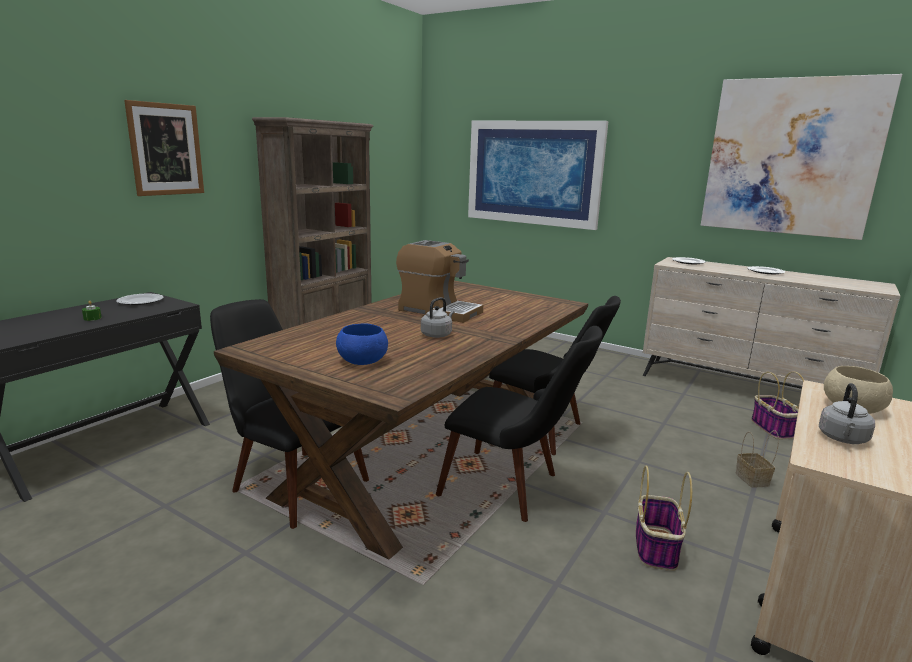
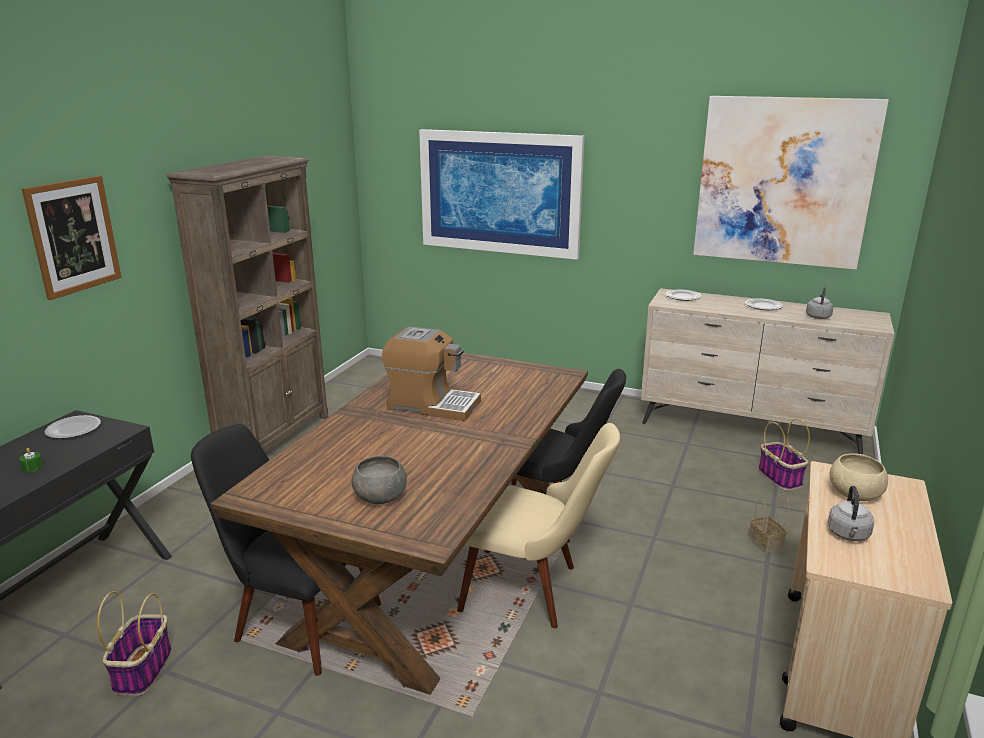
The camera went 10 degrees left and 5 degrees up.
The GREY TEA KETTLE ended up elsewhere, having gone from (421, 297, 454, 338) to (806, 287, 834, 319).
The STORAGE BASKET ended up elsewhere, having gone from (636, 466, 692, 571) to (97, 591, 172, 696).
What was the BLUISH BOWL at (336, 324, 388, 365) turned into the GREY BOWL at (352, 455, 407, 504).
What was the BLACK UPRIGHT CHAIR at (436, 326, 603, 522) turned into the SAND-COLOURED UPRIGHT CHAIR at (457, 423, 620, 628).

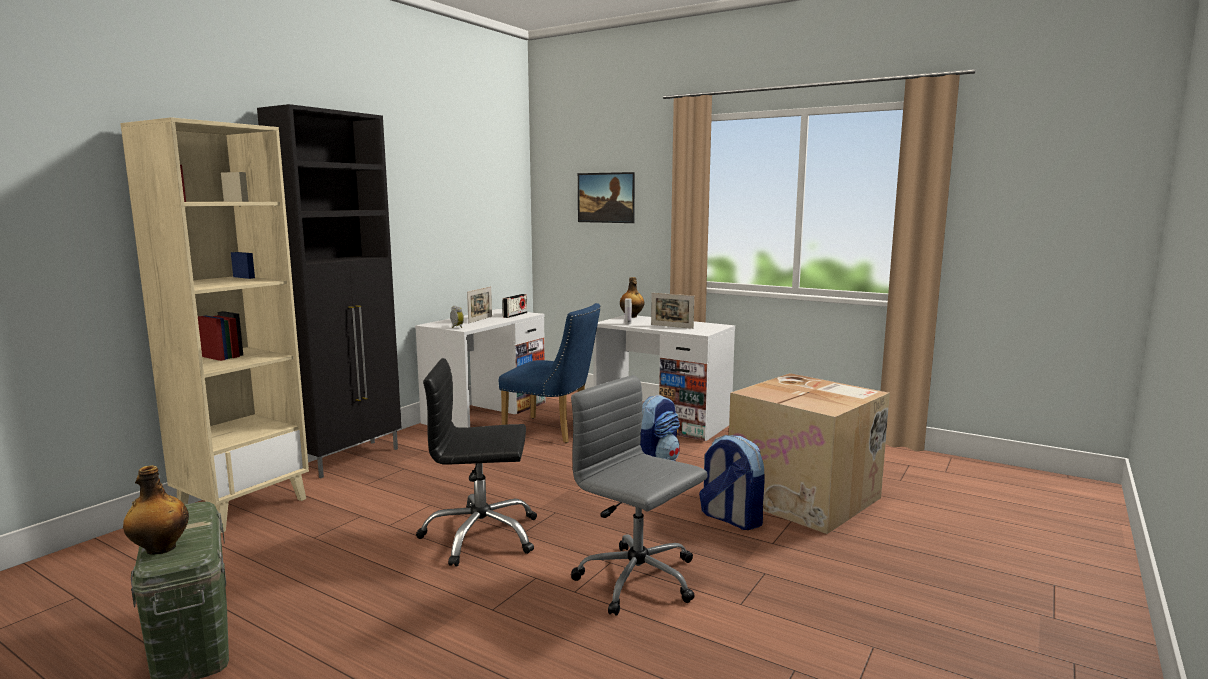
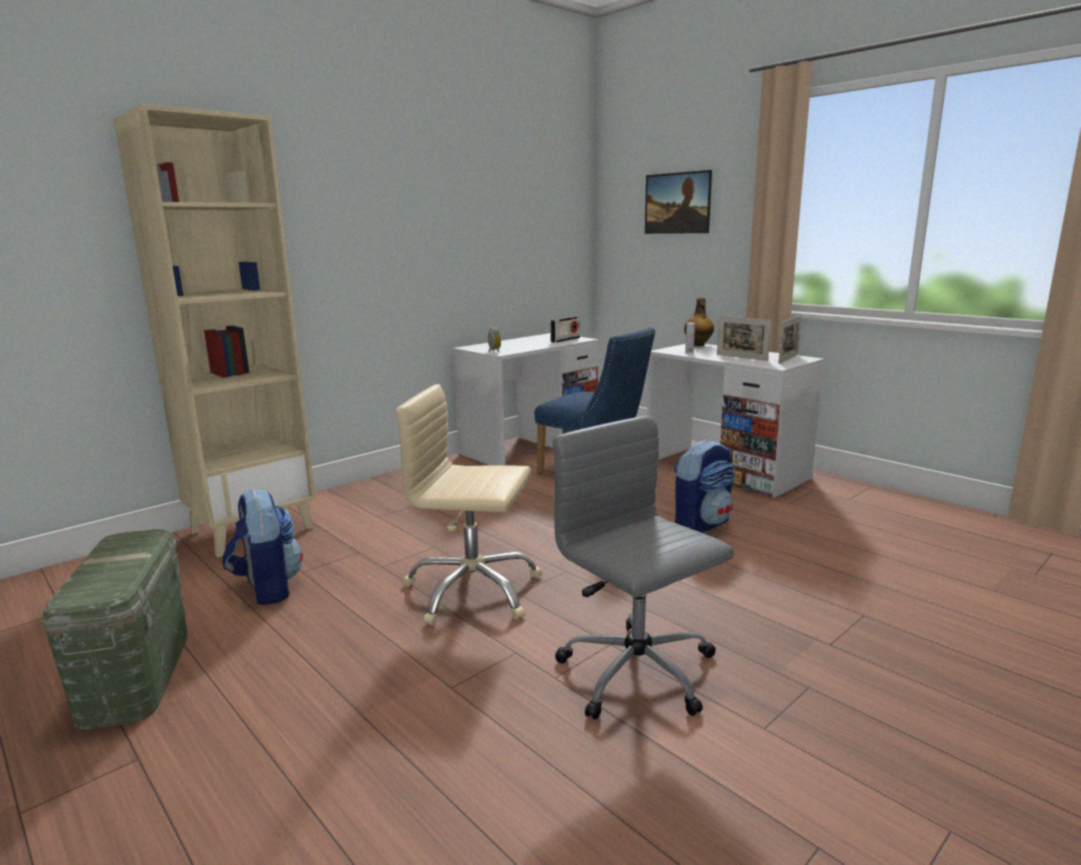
The camera went 15 degrees right and 5 degrees up.
The second view lost the BEVERAGE BOTTLE at (123, 465, 189, 555).
The second view lost the BLACK CABINET at (257, 104, 401, 478).
The second view lost the PACKING BOX at (729, 373, 890, 534).
The PHOTO FRAME ended up elsewhere, having gone from (467, 287, 492, 323) to (778, 316, 801, 364).
The BACKPACK ended up elsewhere, having gone from (699, 435, 765, 530) to (222, 489, 303, 605).
What was the BLACK DESK CHAIR at (416, 358, 537, 567) turned into the SAND-COLOURED DESK CHAIR at (395, 384, 542, 626).

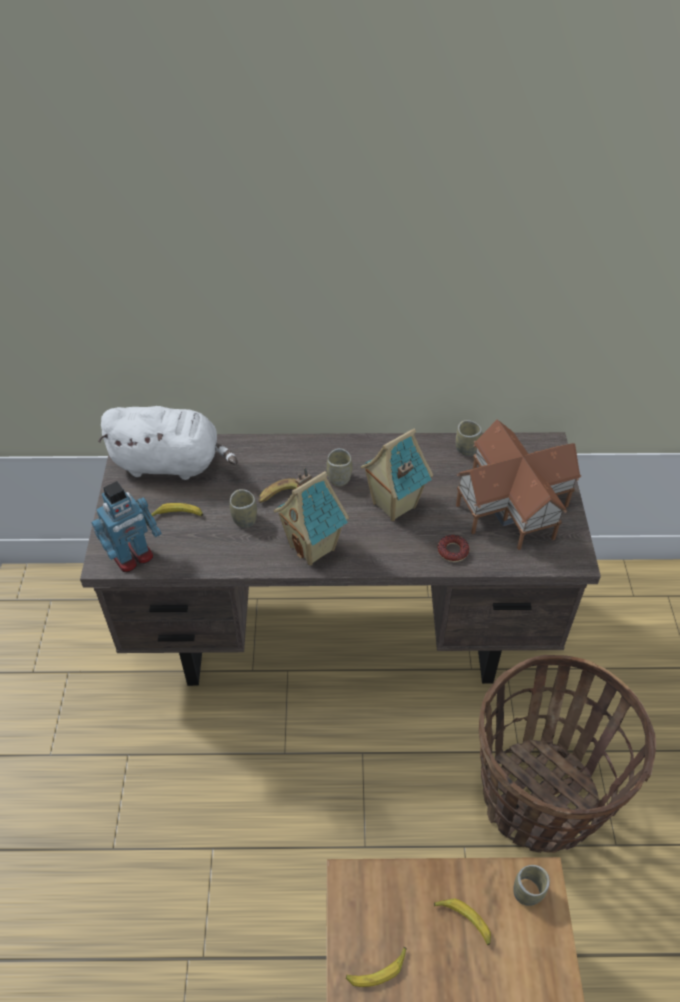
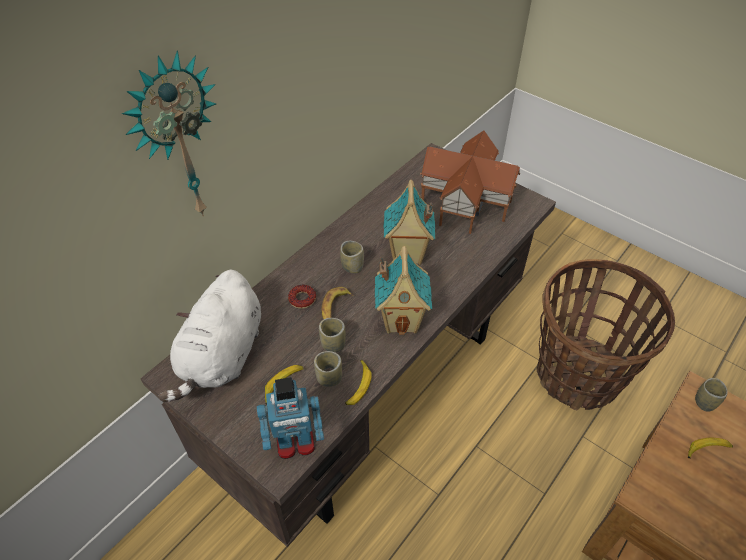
The camera went 50 degrees left and 0 degrees up.
The second view gained the CLOCK ON THE WALL at (122, 50, 216, 216).
The WHOLE BANANA ended up elsewhere, having gone from (346, 947, 406, 987) to (345, 360, 371, 405).
The RING DOUGHNUT ended up elsewhere, having gone from (438, 535, 469, 562) to (288, 285, 316, 309).
The SMALL CUP ended up elsewhere, having gone from (456, 420, 482, 456) to (314, 351, 342, 387).
The ROBOT FIGURE at (91, 481, 162, 572) ended up facing another way, 75 degrees clockwise from before.
The WHITE-COLOURED SOFT TOY at (98, 406, 238, 480) ended up facing another way, 150 degrees clockwise from before.

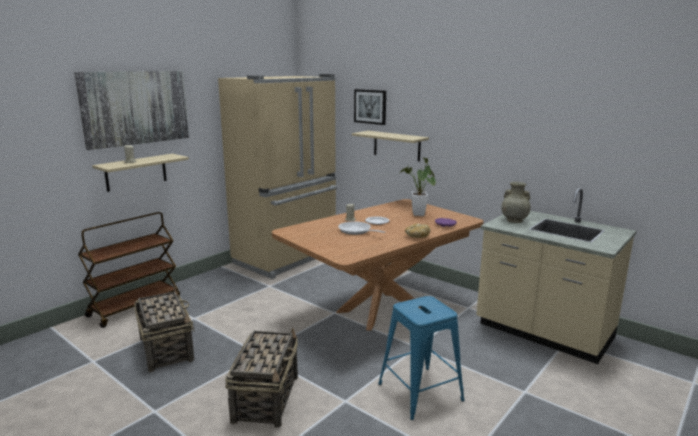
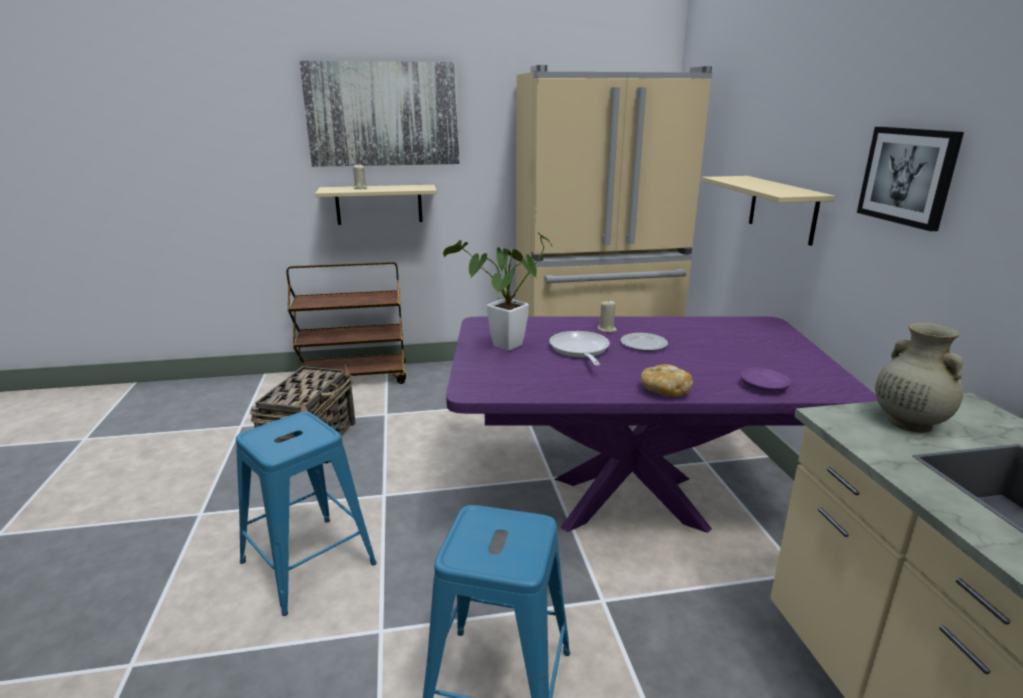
The camera went 40 degrees right and 5 degrees up.
The WALL PICTURE ended up elsewhere, having gone from (354, 89, 386, 125) to (857, 127, 964, 231).
The PLANT IN A POT ended up elsewhere, having gone from (400, 157, 436, 216) to (443, 233, 552, 351).
Where the STORAGE BASKET stood at (225, 328, 298, 428), the BLUISH STOOL SEAT came to stand at (236, 412, 377, 616).
What was the BROWN-COLOURED KITCHEN TABLE at (272, 199, 484, 330) turned into the PURPLISH KITCHEN TABLE at (446, 317, 877, 533).

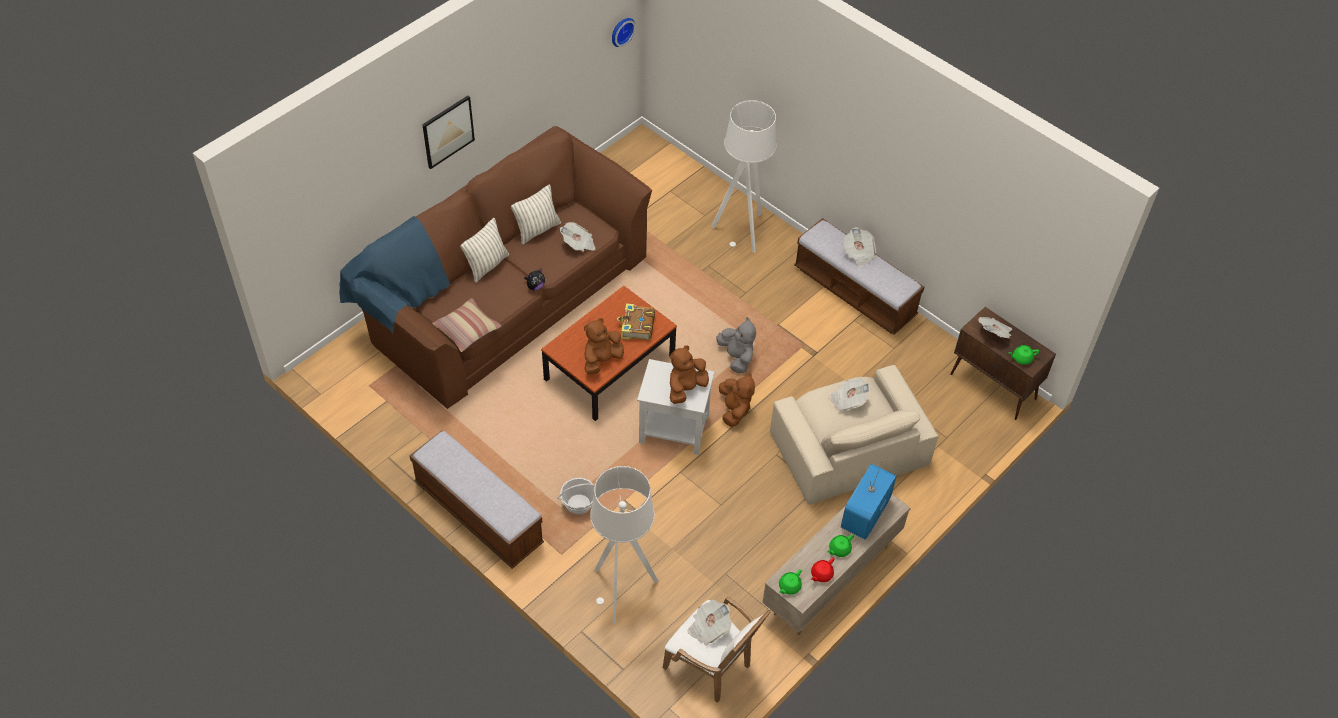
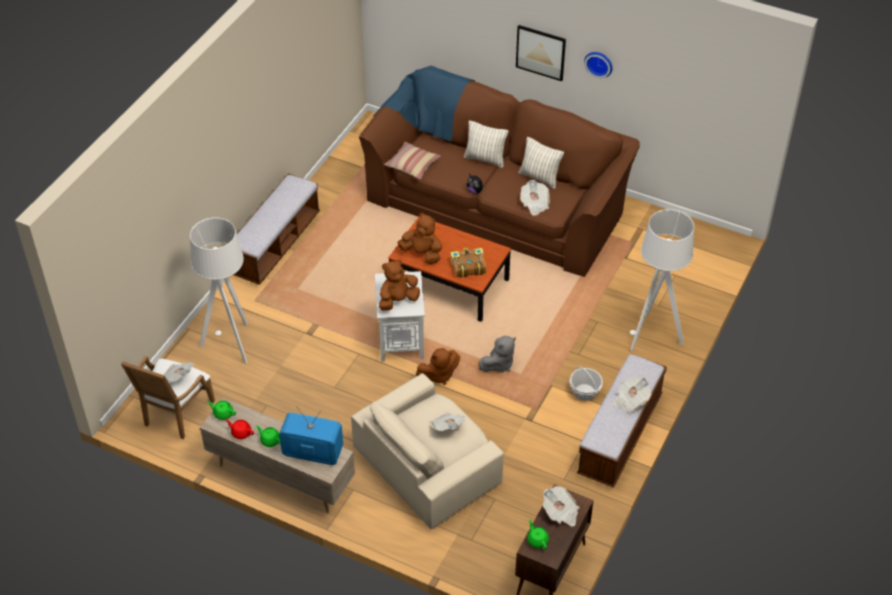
The camera went 75 degrees right and 5 degrees down.
The STORAGE BASKET ended up elsewhere, having gone from (558, 478, 595, 514) to (569, 366, 603, 401).
The CLOCK ON THE WALL ended up elsewhere, having gone from (612, 18, 636, 47) to (584, 52, 613, 78).
The BROWN-COLOURED SOFT TOY at (670, 345, 709, 404) ended up facing another way, 60 degrees counterclockwise from before.

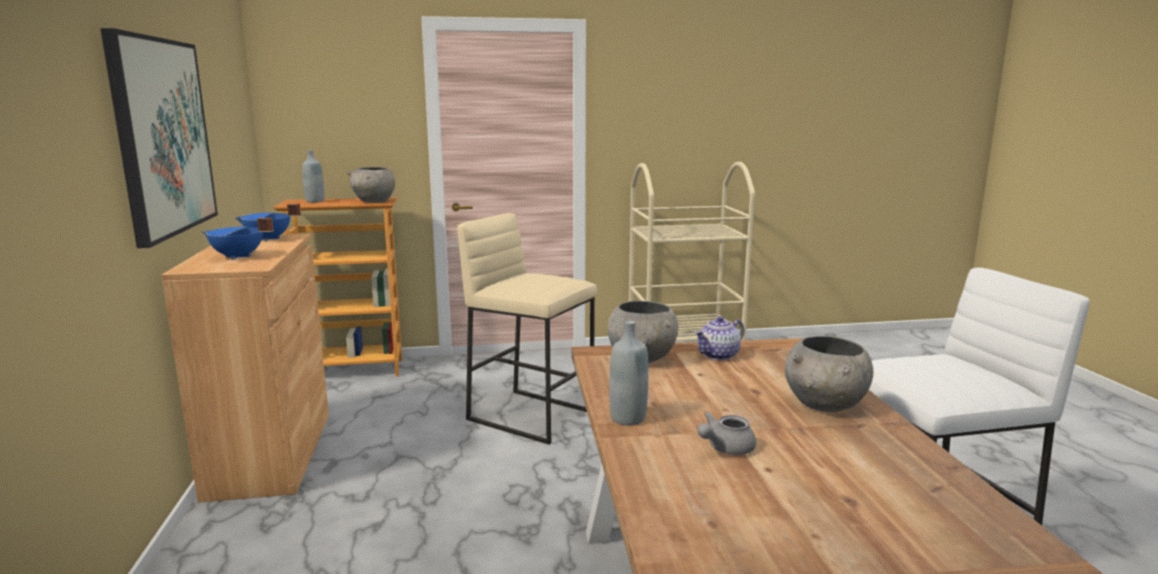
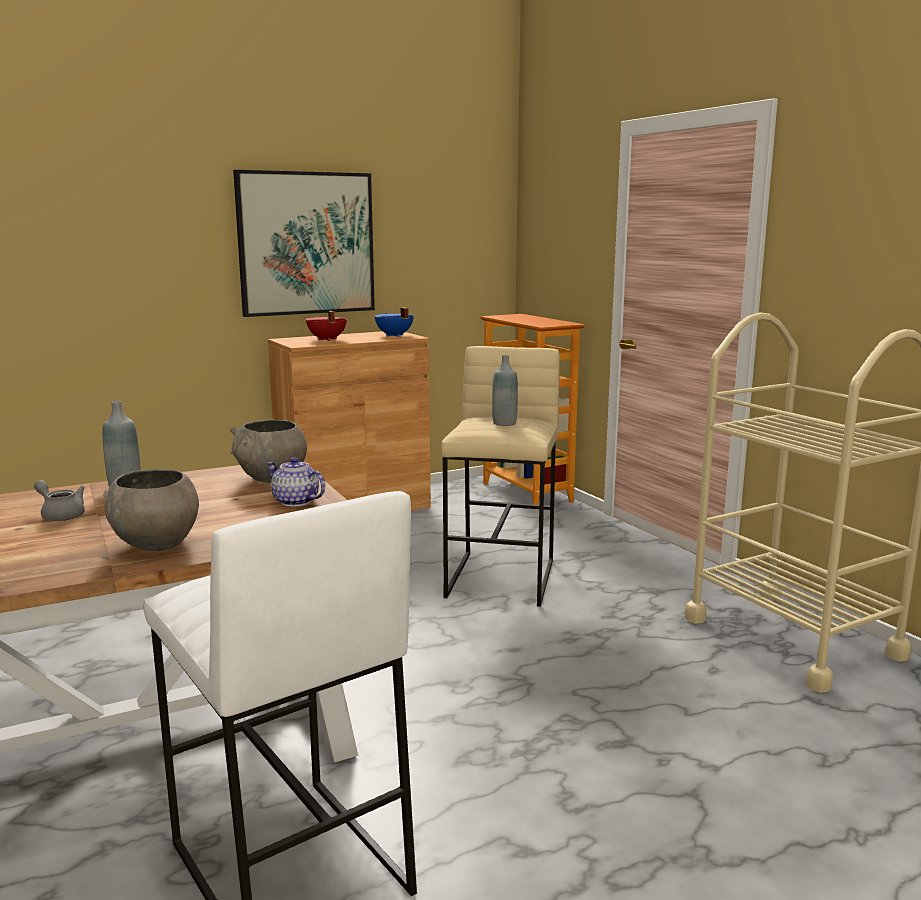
The camera went 70 degrees right and 0 degrees up.
The second view lost the GREY BOWL at (347, 167, 395, 203).
The GREY BEVERAGE BOTTLE ended up elsewhere, having gone from (302, 150, 324, 203) to (492, 355, 518, 426).
What was the BLUISH STOCKPOT at (201, 218, 274, 260) turned into the RED STOCKPOT at (306, 311, 347, 341).

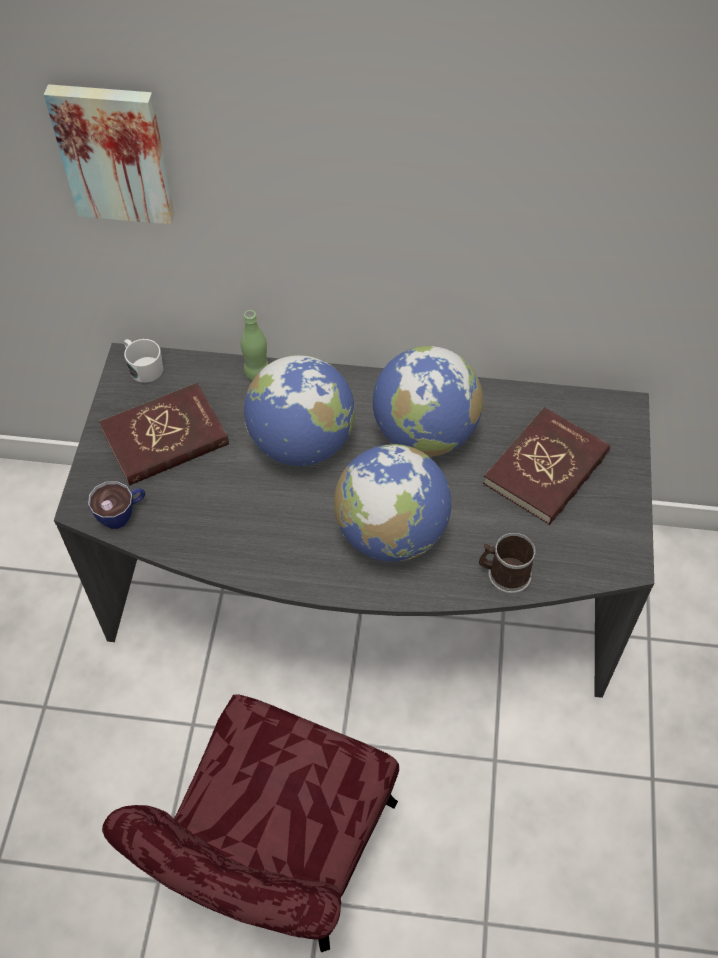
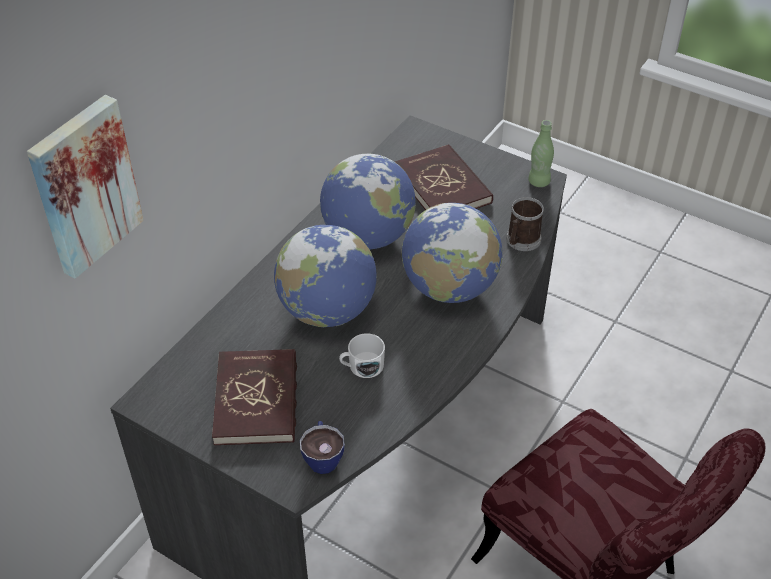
The camera went 65 degrees left and 10 degrees down.
The WHITE-COLOURED COFFEE MUG ended up elsewhere, having gone from (124, 339, 163, 383) to (339, 333, 385, 378).
The GREENISH BEVERAGE BOTTLE ended up elsewhere, having gone from (241, 310, 269, 380) to (528, 120, 554, 187).

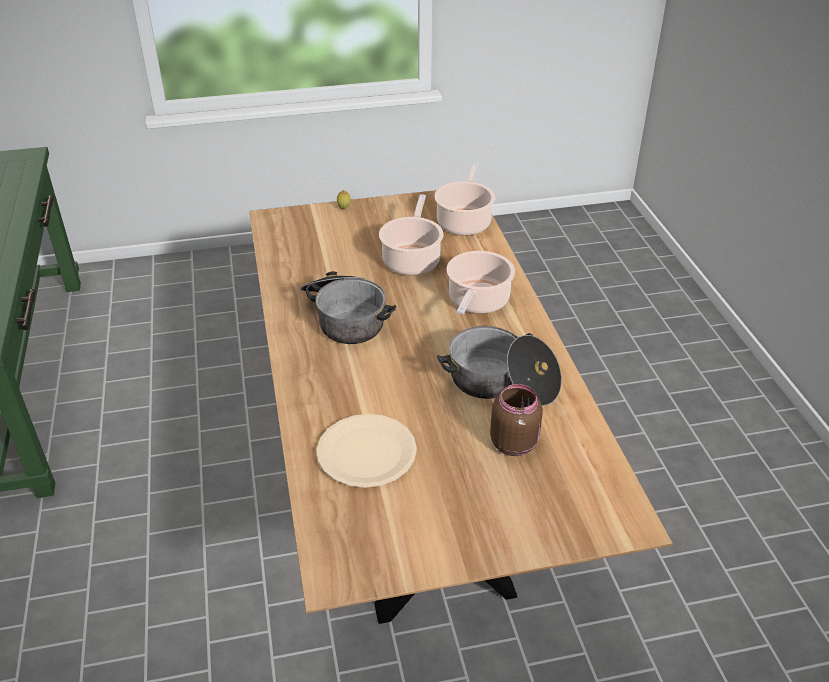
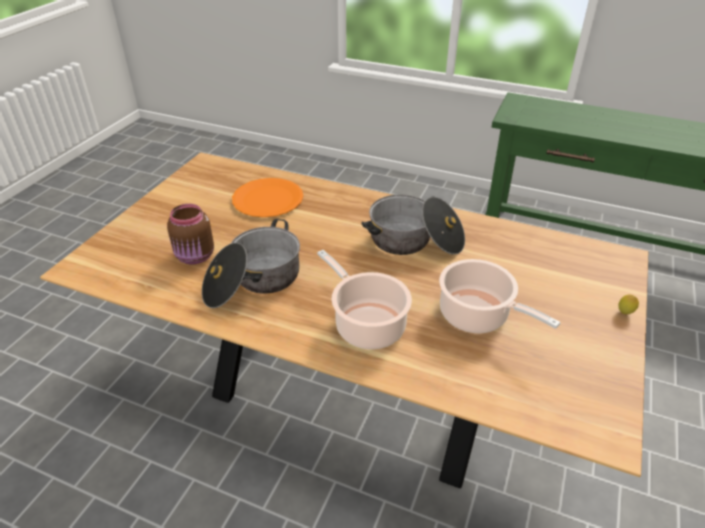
The camera went 125 degrees right and 0 degrees up.
The second view lost the STOCKPOT at (434, 162, 495, 236).
What was the SAND-COLOURED DINNER PLATE at (317, 414, 417, 488) turned into the ORANGEY DINNER PLATE at (232, 178, 303, 217).

